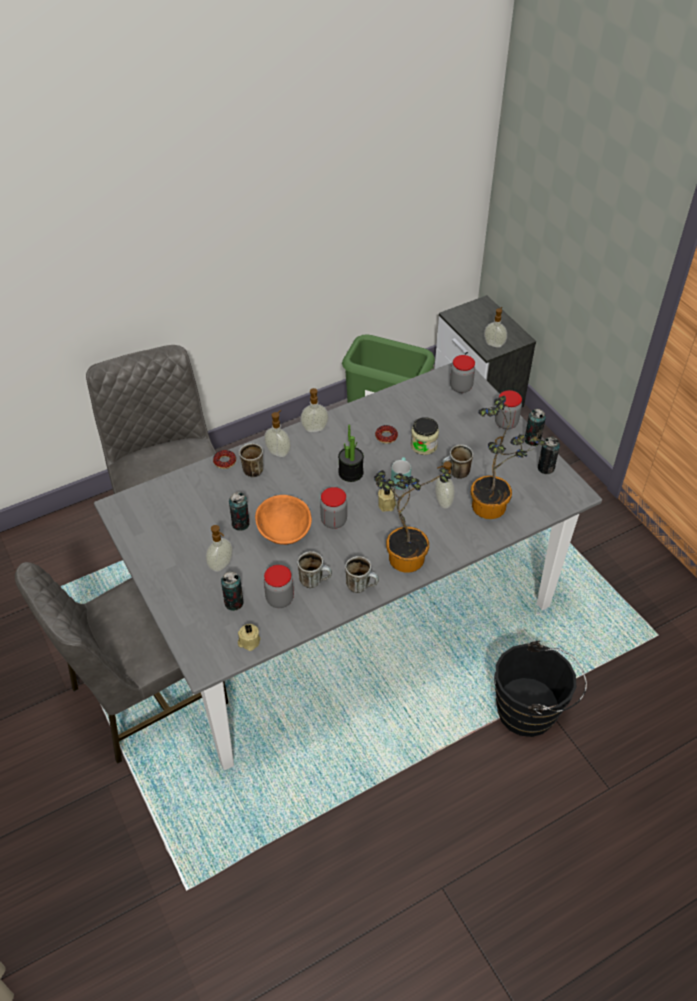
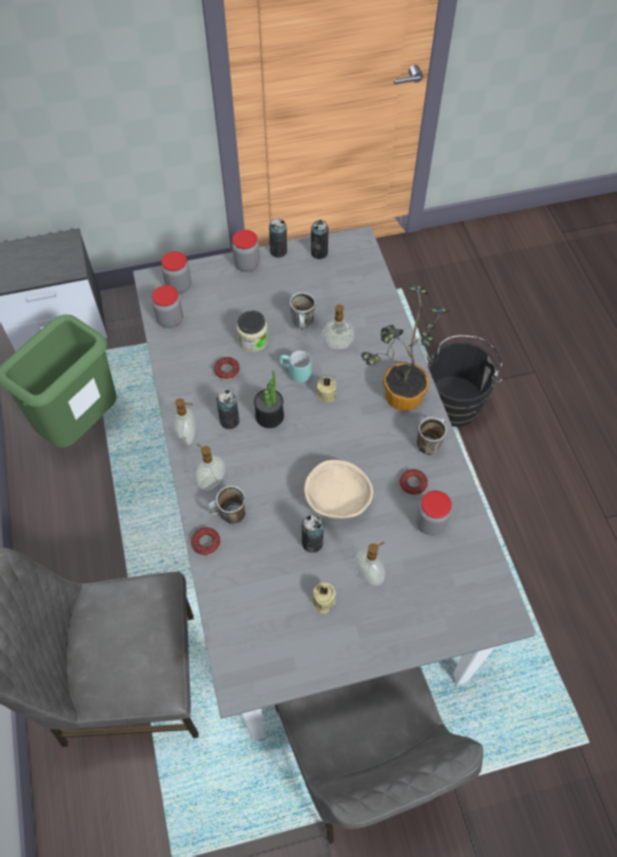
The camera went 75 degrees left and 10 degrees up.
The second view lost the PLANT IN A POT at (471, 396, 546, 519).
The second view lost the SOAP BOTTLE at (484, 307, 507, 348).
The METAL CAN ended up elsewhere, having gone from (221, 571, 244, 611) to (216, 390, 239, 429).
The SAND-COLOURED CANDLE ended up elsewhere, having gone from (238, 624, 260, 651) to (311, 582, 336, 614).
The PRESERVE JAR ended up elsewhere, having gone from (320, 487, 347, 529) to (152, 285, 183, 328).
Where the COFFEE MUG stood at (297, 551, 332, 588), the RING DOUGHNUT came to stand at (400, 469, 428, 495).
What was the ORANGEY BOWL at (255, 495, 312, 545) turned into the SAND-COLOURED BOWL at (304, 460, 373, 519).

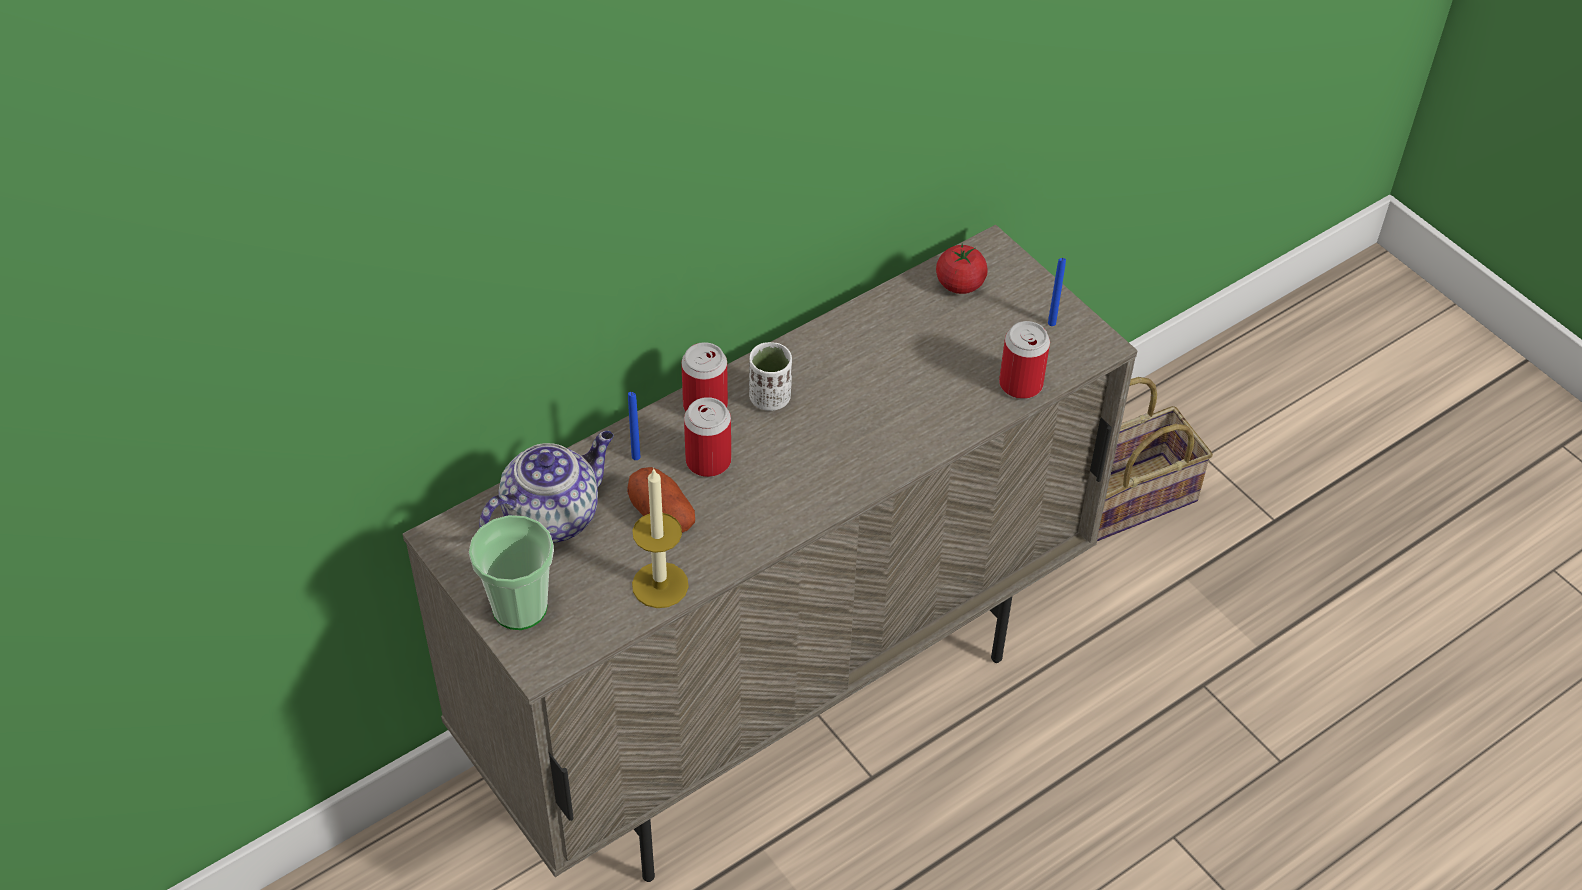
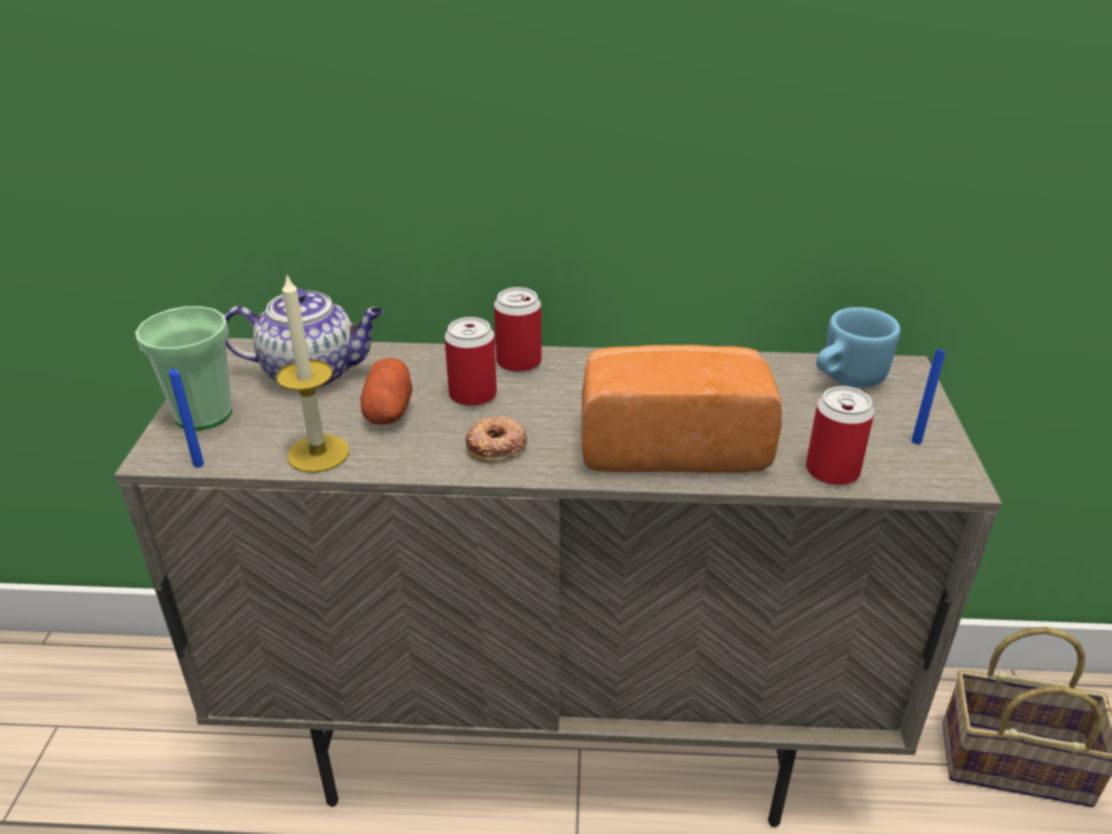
The camera went 40 degrees right and 15 degrees down.
The second view lost the WHITE-COLOURED SMALL CUP at (749, 342, 792, 411).
The second view gained the RING DOUGHNUT at (465, 416, 527, 463).
The second view gained the BAKERY BREAD at (581, 345, 782, 473).
The BLUISH CANDLE ended up elsewhere, having gone from (628, 392, 640, 460) to (169, 369, 204, 468).
Where the WHOLE TOMATO stood at (936, 243, 988, 294), the BLUISH COFFEE MUG came to stand at (816, 307, 900, 388).

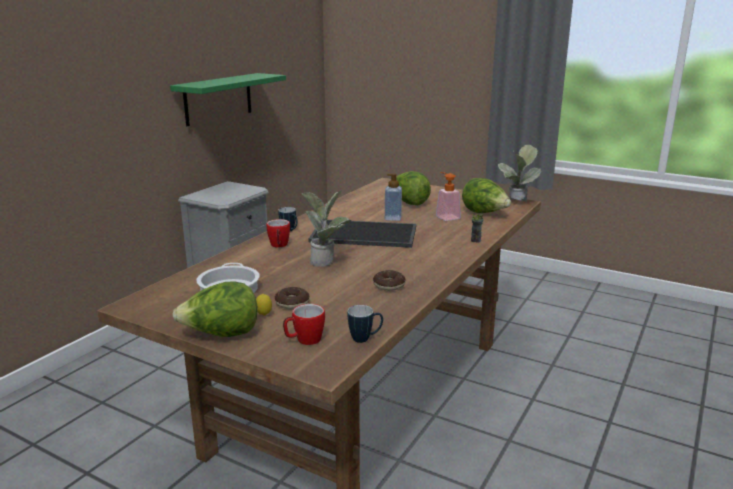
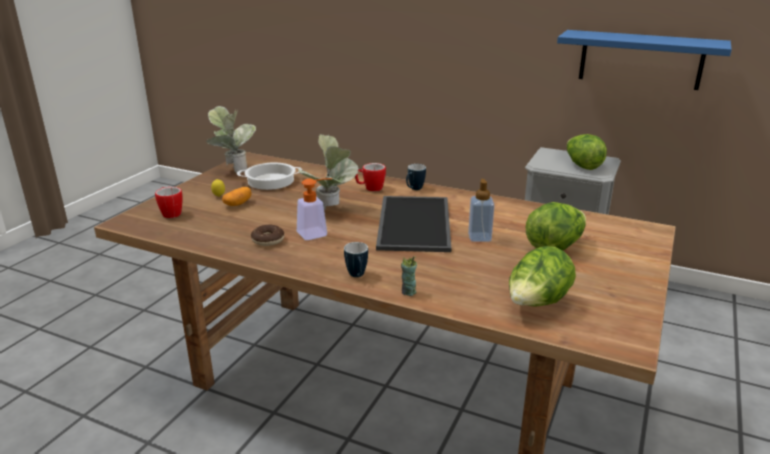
The camera went 85 degrees right and 5 degrees up.
The LETTUCE HEAD ended up elsewhere, having gone from (172, 281, 258, 337) to (567, 134, 607, 170).
The COFFEE MUG ended up elsewhere, having gone from (348, 305, 383, 343) to (344, 242, 368, 277).
The SOAP BOTTLE ended up elsewhere, having gone from (436, 172, 461, 221) to (297, 178, 332, 240).
The PLANT IN A POT ended up elsewhere, having gone from (498, 145, 541, 202) to (206, 106, 256, 173).
Where the RING DOUGHNUT stood at (275, 287, 310, 309), the POTATO came to stand at (222, 187, 252, 206).
What was the GREENISH BRACKET SHELF at (170, 73, 286, 126) turned into the BLUISH BRACKET SHELF at (557, 30, 732, 90).

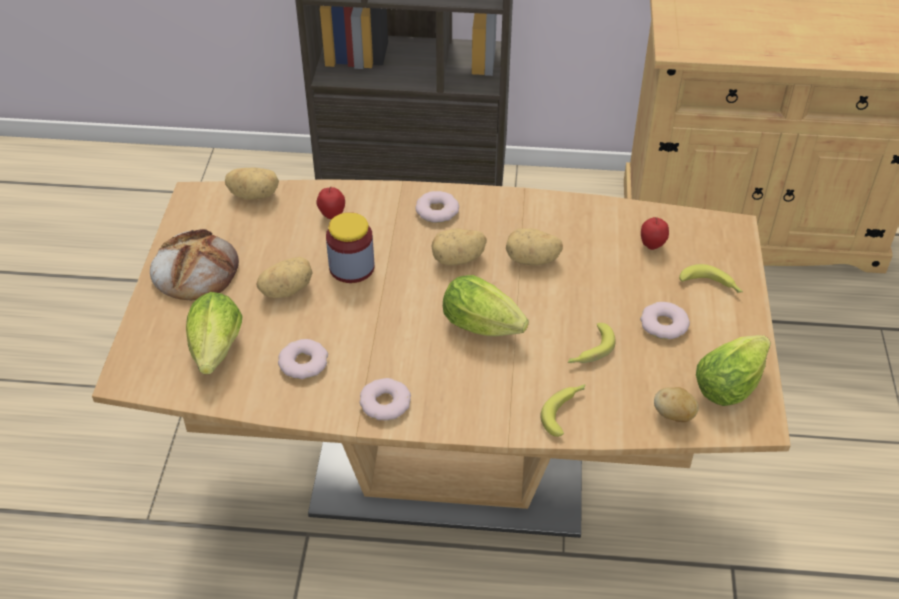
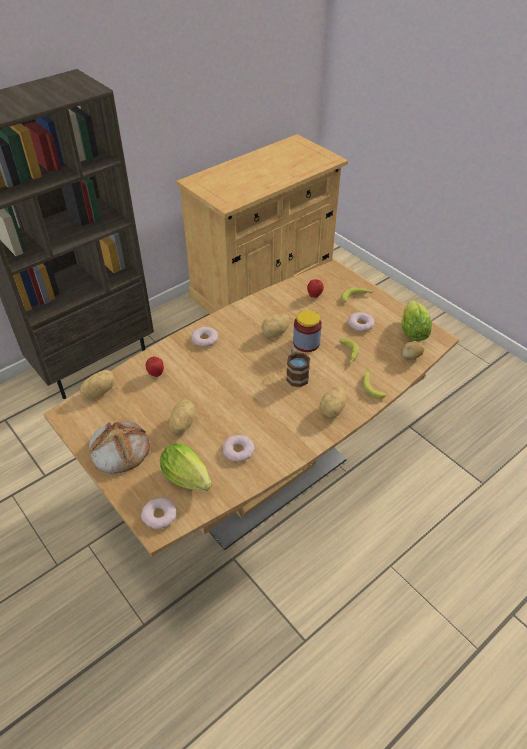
The camera went 45 degrees left and 0 degrees up.
The PRESERVE JAR ended up elsewhere, having gone from (326, 212, 375, 283) to (293, 310, 322, 352).
The RING DOUGHNUT ended up elsewhere, having gone from (360, 378, 411, 421) to (141, 498, 177, 529).
The POTATO ended up elsewhere, having gone from (432, 228, 487, 266) to (320, 386, 346, 417).
Where the LETTUCE HEAD stood at (443, 275, 529, 337), the COFFEE MUG came to stand at (286, 348, 310, 387).

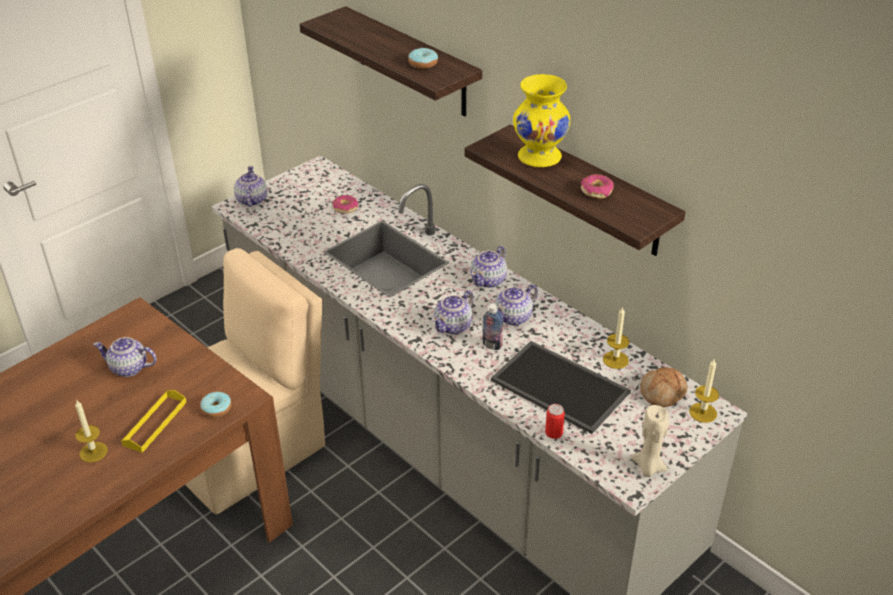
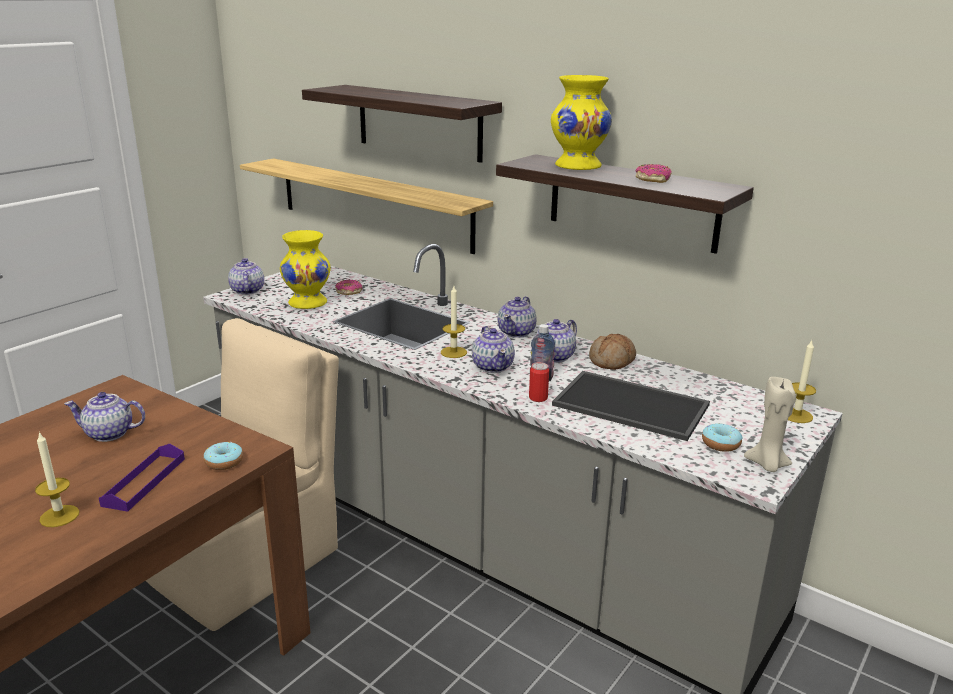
The camera went 10 degrees left and 15 degrees down.
The second view gained the BRACKET SHELF at (240, 158, 493, 254).
The second view gained the YELLOW-COLOURED VASE at (280, 230, 331, 309).
The RING DOUGHNUT ended up elsewhere, having gone from (408, 48, 438, 69) to (702, 423, 743, 452).
The METAL CAN ended up elsewhere, having gone from (545, 404, 565, 439) to (529, 362, 549, 402).
The CANDLE ended up elsewhere, having gone from (603, 306, 629, 369) to (441, 286, 467, 358).
The BAKERY BREAD ended up elsewhere, having gone from (640, 367, 687, 407) to (589, 334, 636, 370).
What was the YELLOW-COLOURED CARRYING TRAY at (121, 390, 187, 453) turned into the PURPLISH CARRYING TRAY at (99, 444, 185, 512).
The TEAPOT at (432, 290, 474, 334) ended up facing another way, 45 degrees counterclockwise from before.

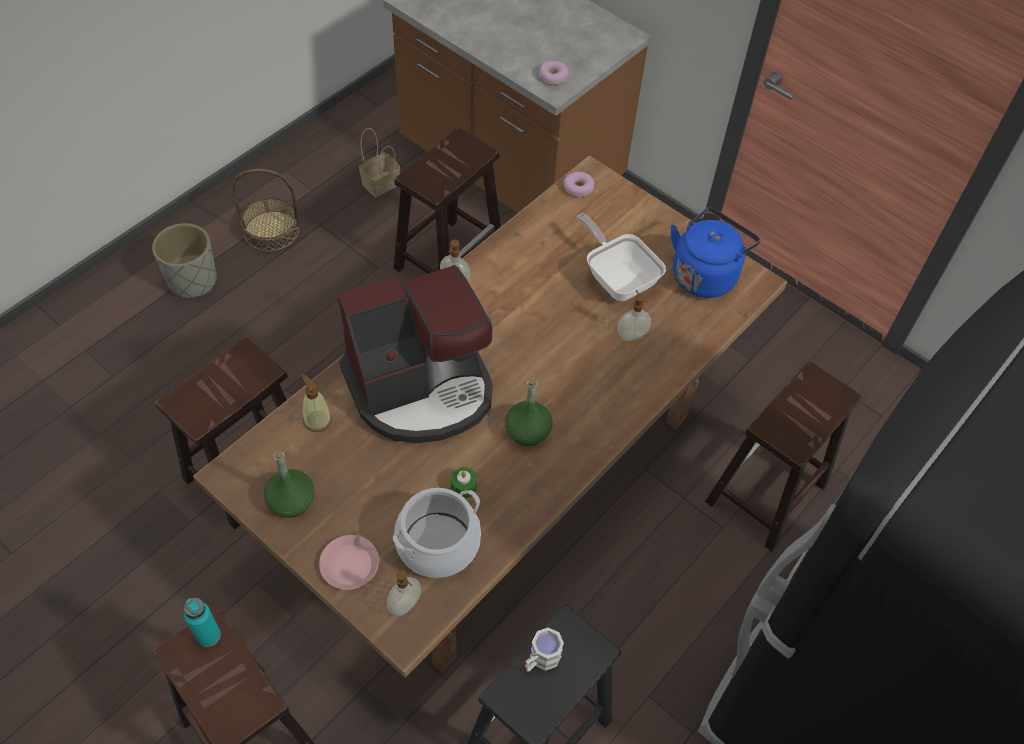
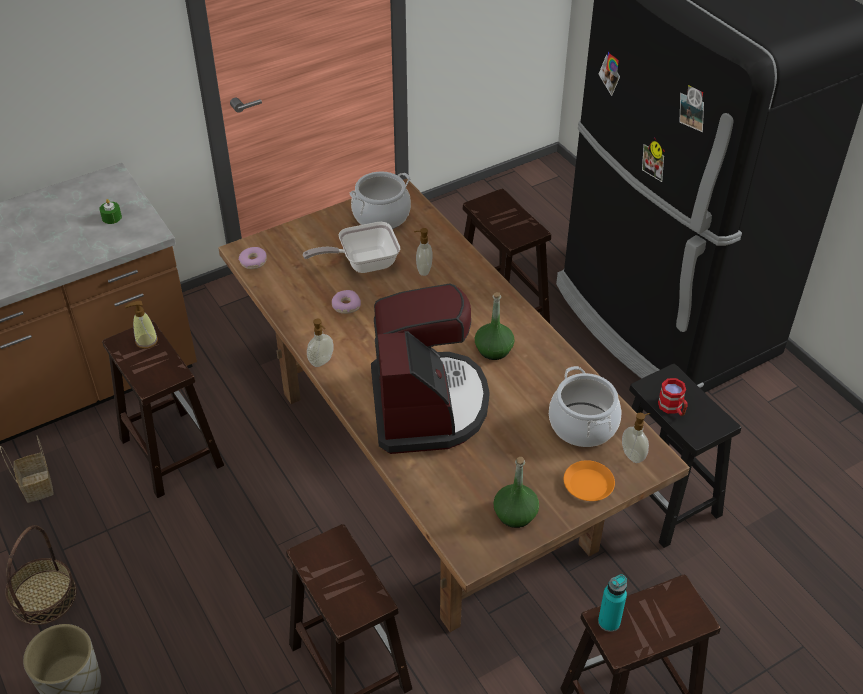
The camera went 70 degrees left and 10 degrees down.
The SOAP BOTTLE ended up elsewhere, having gone from (301, 374, 332, 432) to (125, 301, 158, 349).
The GREENISH CANDLE ended up elsewhere, having gone from (451, 467, 477, 498) to (99, 199, 122, 224).
The RING DOUGHNUT ended up elsewhere, having gone from (539, 61, 569, 85) to (332, 290, 361, 314).
Where the BLUISH TEA KETTLE stood at (671, 207, 760, 298), the STOCKPOT came to stand at (350, 172, 411, 229).
What was the PINK-COLOURED DINNER PLATE at (319, 535, 379, 590) turned into the ORANGEY DINNER PLATE at (564, 460, 615, 501).
What was the WHITE-COLOURED COFFEE MUG at (524, 628, 564, 672) turned into the RED COFFEE MUG at (658, 378, 687, 416).

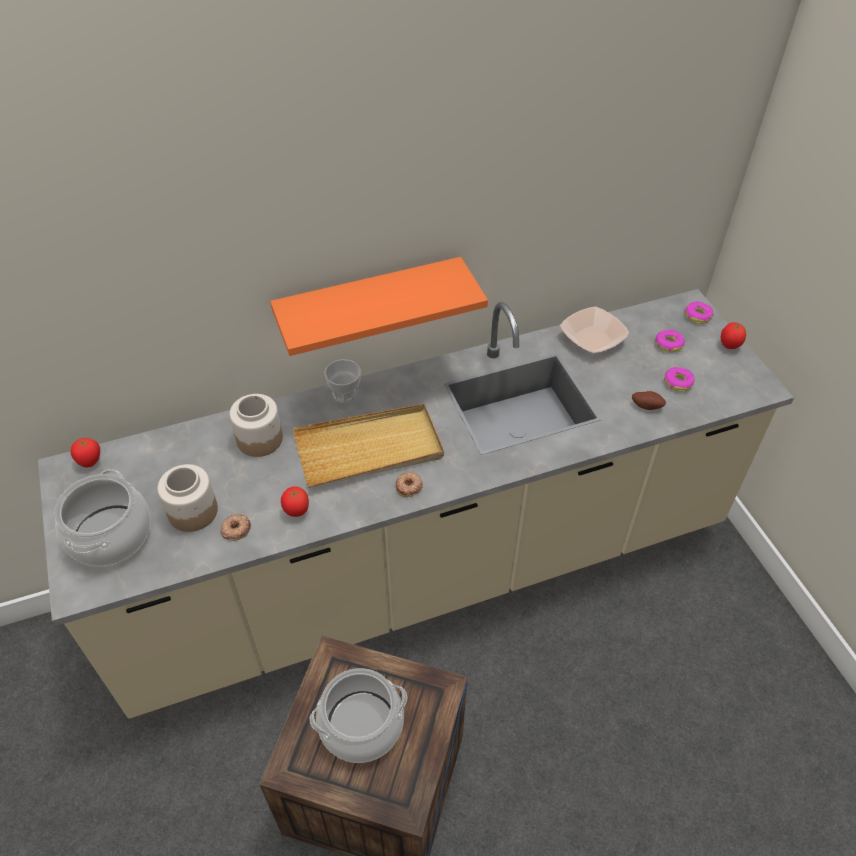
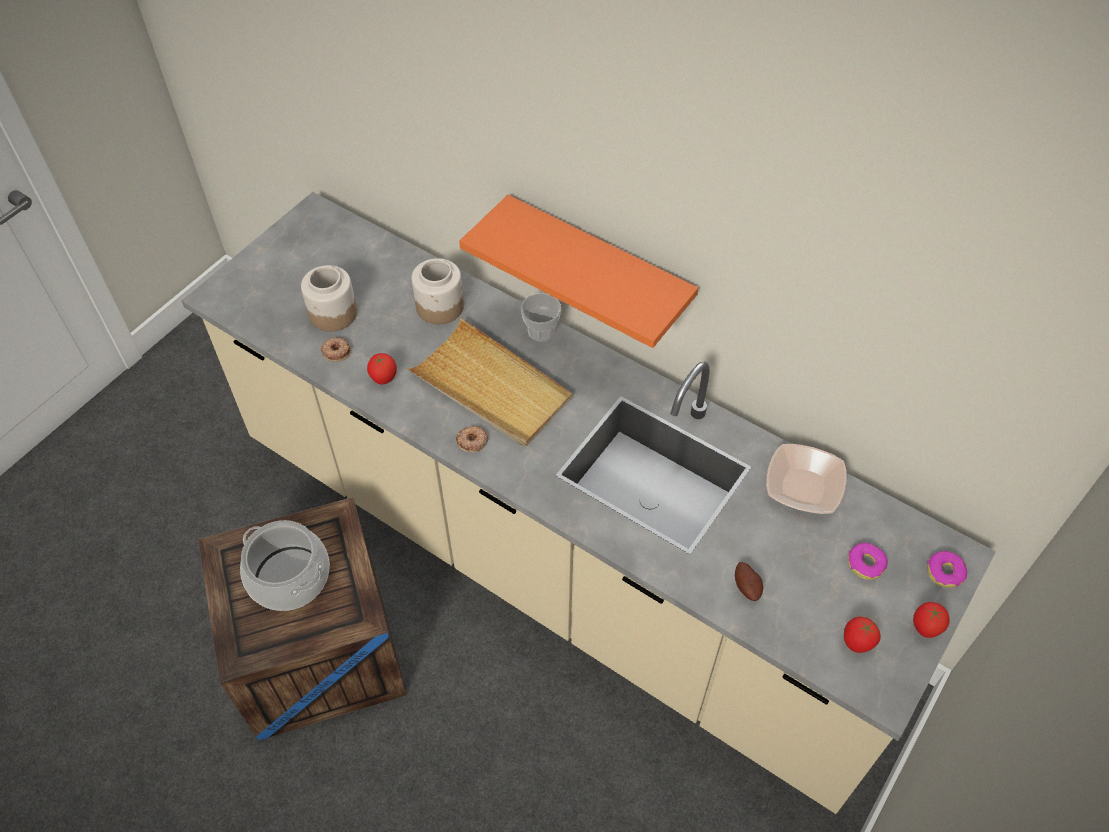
The camera went 55 degrees right and 5 degrees up.
The second view lost the STOCKPOT at (55, 469, 150, 566).
The second view lost the RING DOUGHNUT at (664, 367, 695, 392).
The WHOLE TOMATO ended up elsewhere, having gone from (71, 438, 100, 467) to (844, 617, 881, 653).

